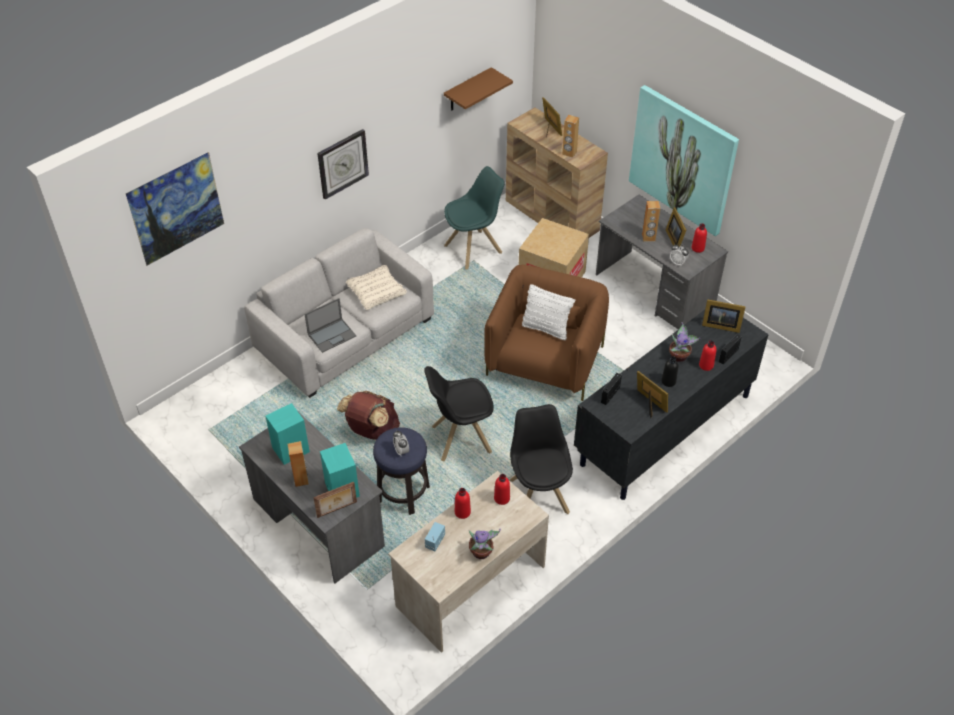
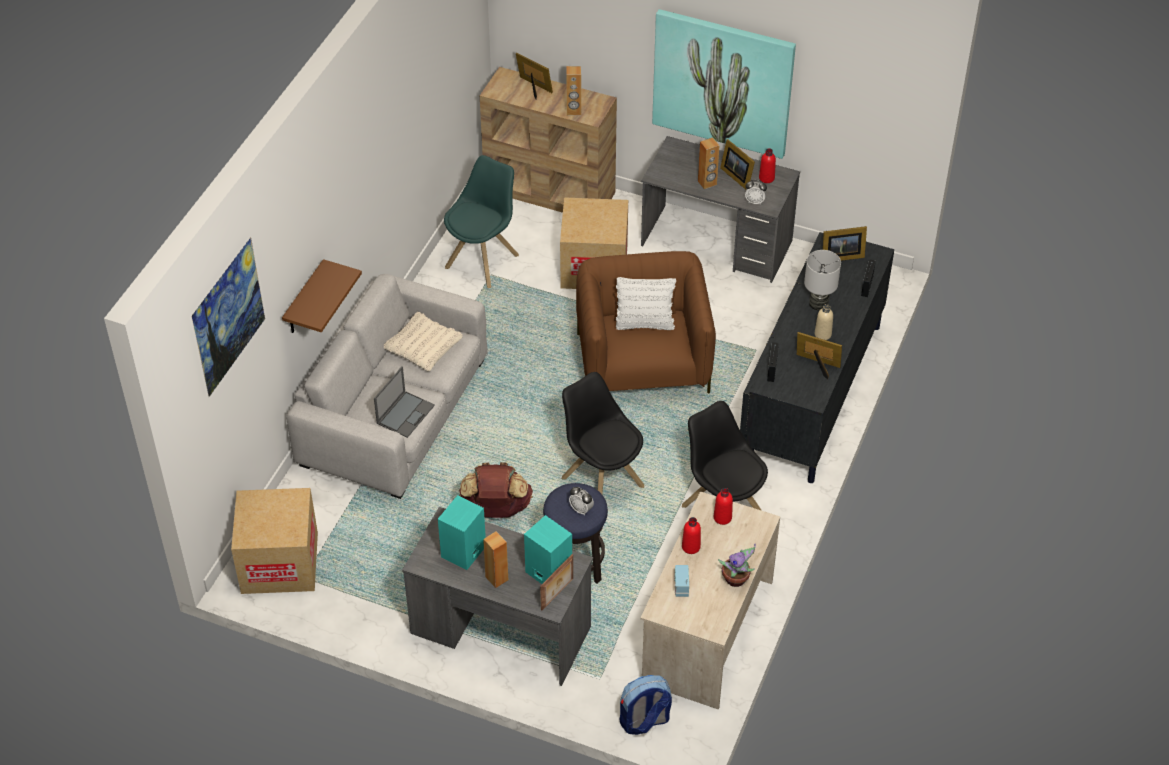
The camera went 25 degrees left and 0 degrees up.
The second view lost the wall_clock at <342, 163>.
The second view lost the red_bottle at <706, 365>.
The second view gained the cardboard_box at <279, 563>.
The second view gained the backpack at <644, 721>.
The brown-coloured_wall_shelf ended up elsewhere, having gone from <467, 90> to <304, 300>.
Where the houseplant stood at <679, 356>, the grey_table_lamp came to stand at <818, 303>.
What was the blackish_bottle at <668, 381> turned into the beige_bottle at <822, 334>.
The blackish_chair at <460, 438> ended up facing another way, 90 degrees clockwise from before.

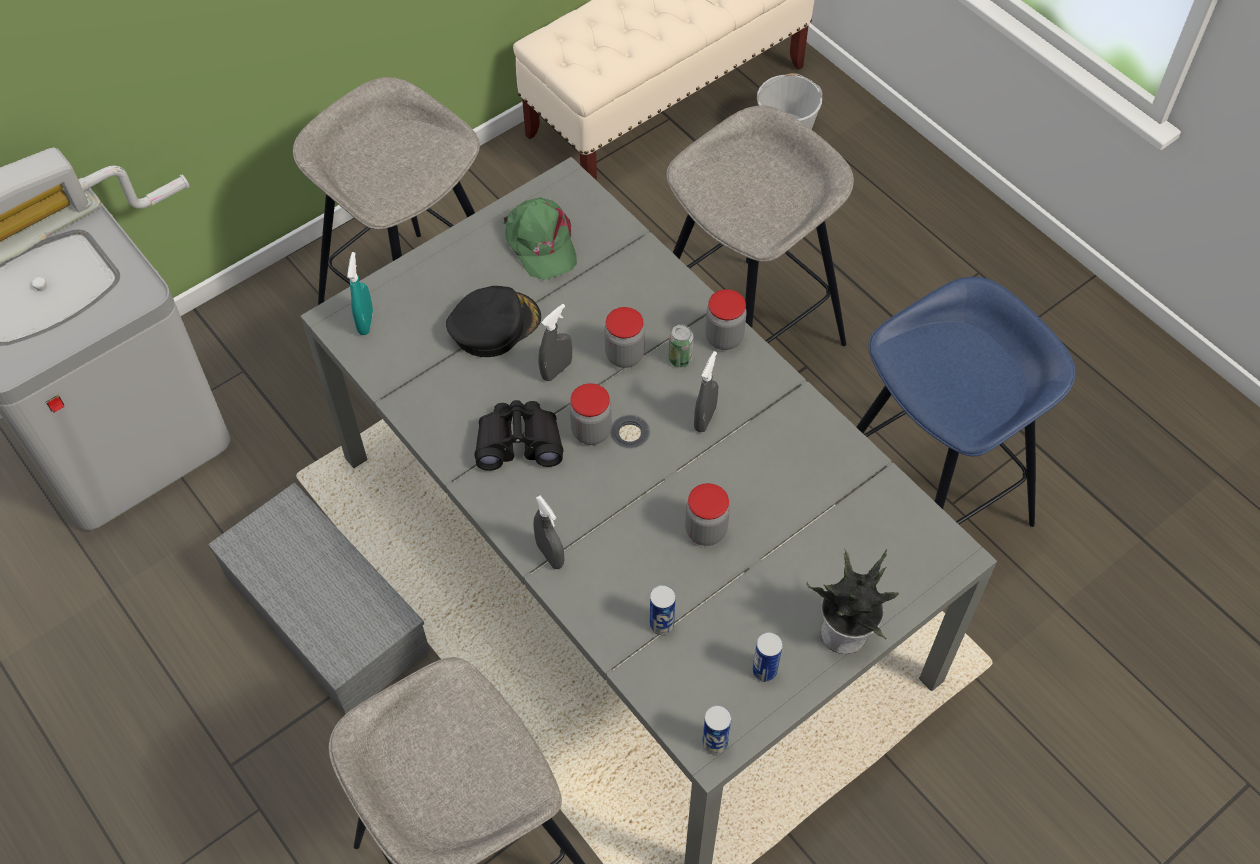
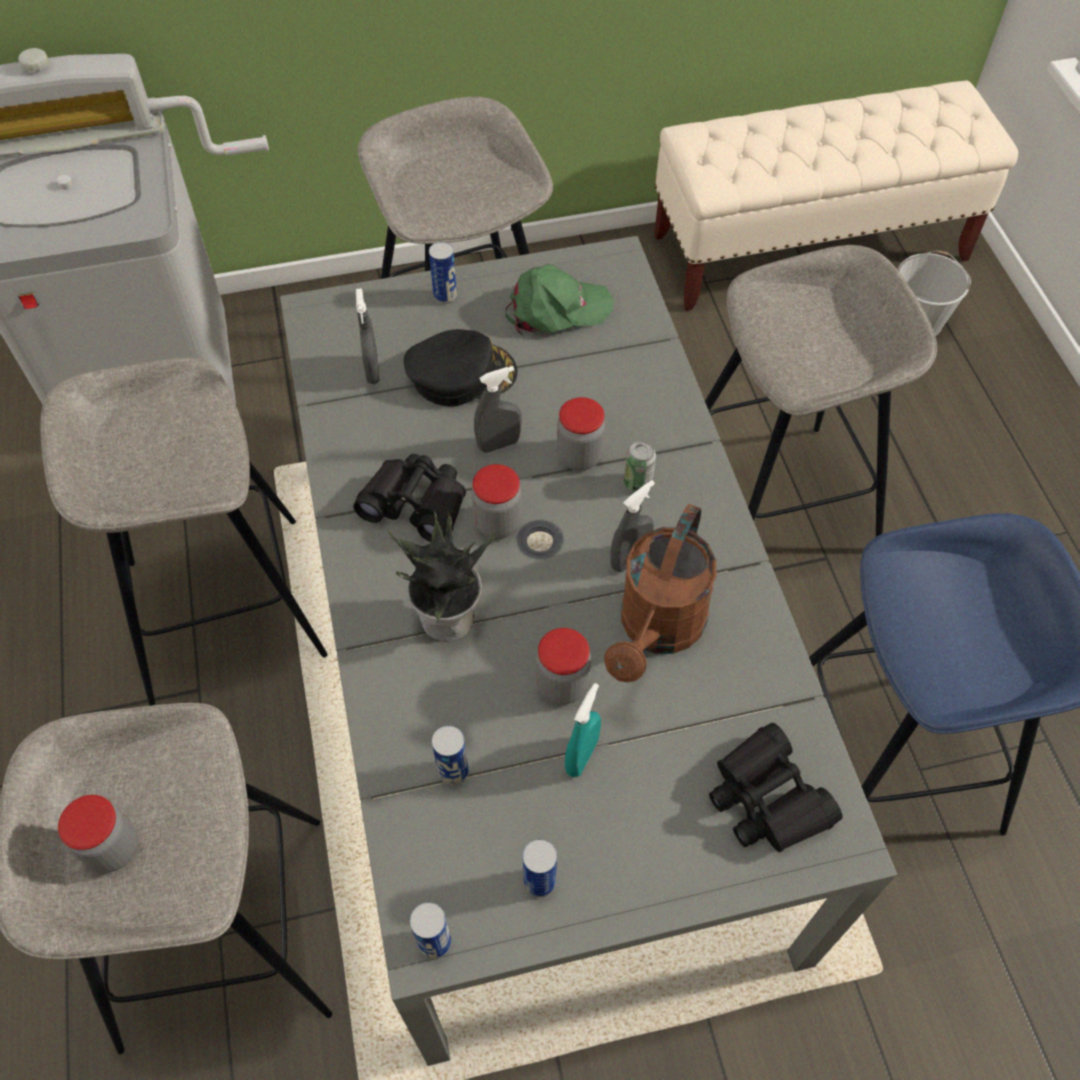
The camera went 25 degrees right and 0 degrees up.
The second view gained the can at <445, 296>.
The second view gained the brown-coloured_sprinkling_can at <657, 630>.
The second view gained the blackish_field_glasses at <767, 798>.
The turquoise_spray_bottle ended up elsewhere, having gone from <365, 322> to <581, 756>.
The grey_spray_bottle ended up elsewhere, having gone from <550, 555> to <372, 371>.
The jar ended up elsewhere, having gone from <724, 337> to <113, 848>.
The houseplant ended up elsewhere, having gone from <846, 633> to <449, 620>.
Where the grey_storage_box stood at <322, 612>, the grey_stool came to stand at <225, 608>.
The green-coloured_peaked_cap at <540, 243> ended up facing another way, 105 degrees counterclockwise from before.

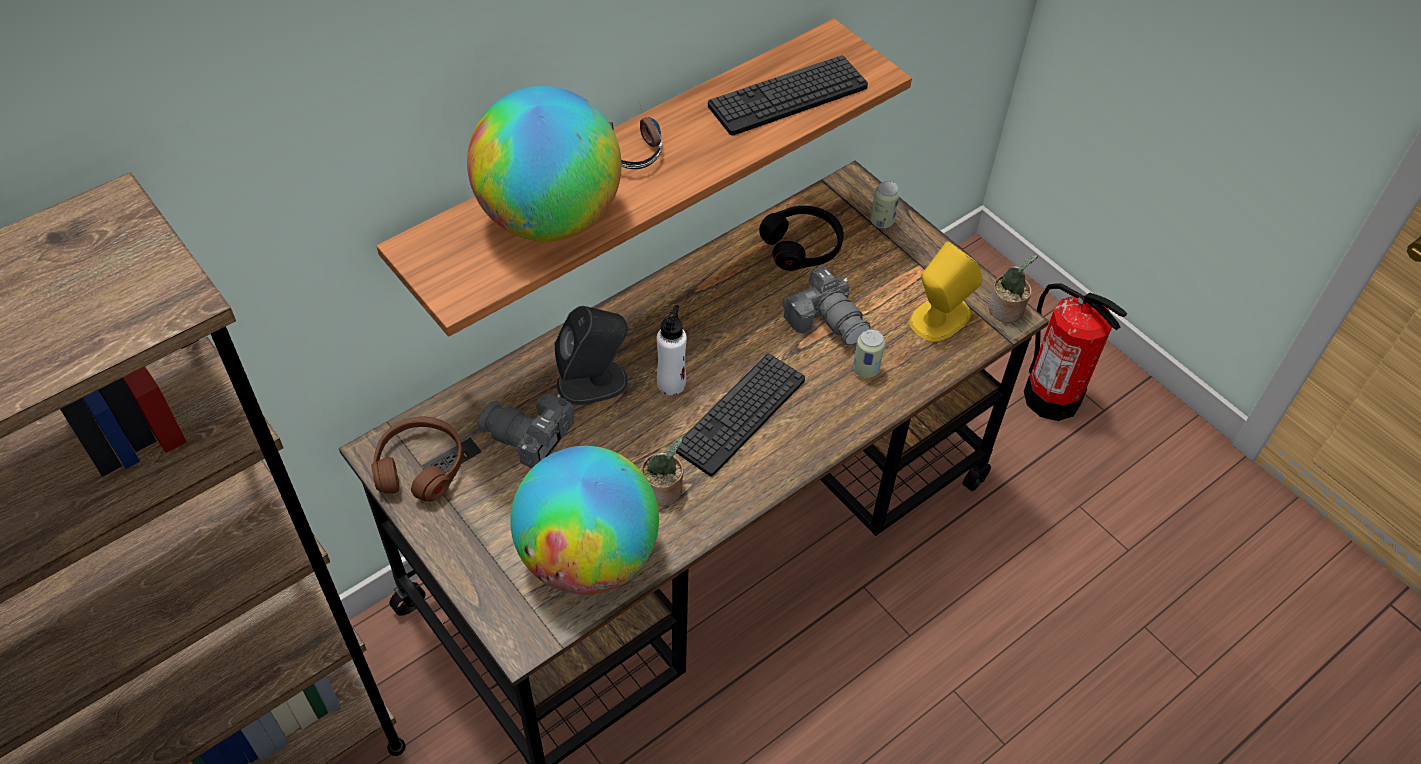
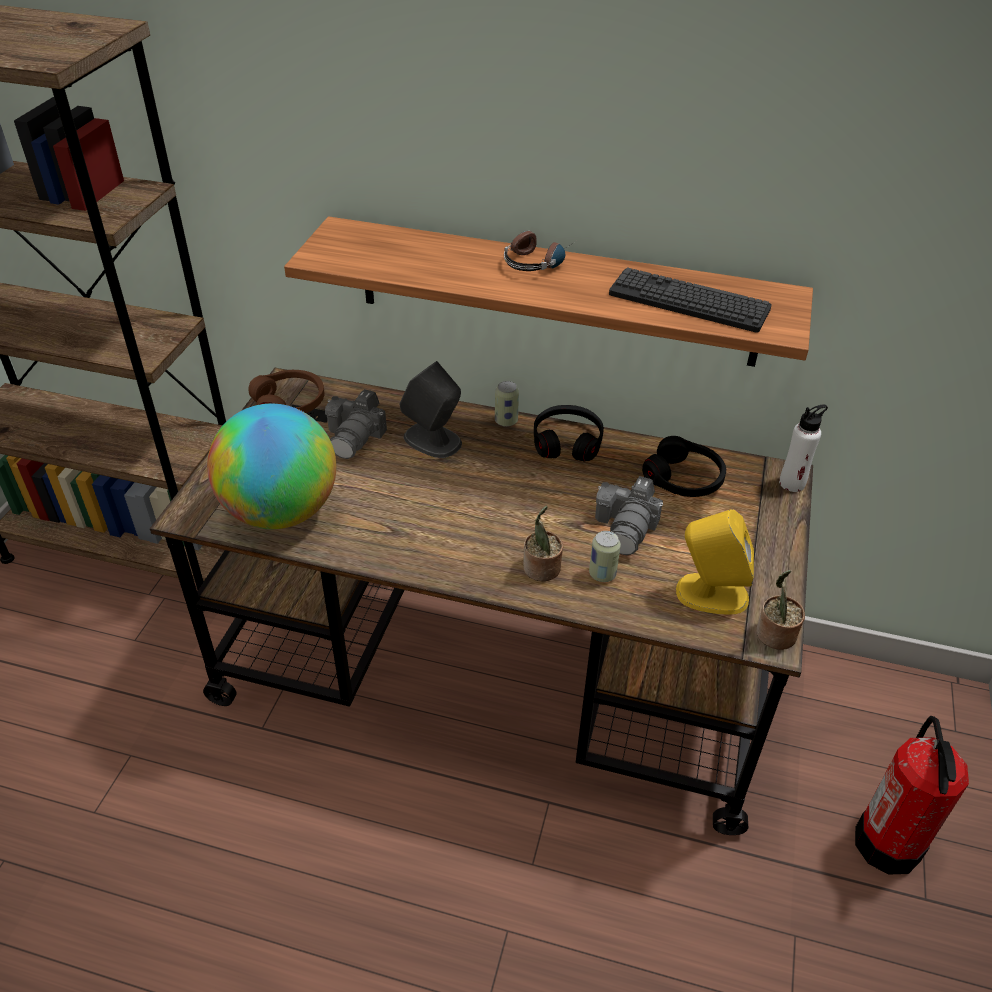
The camera went 55 degrees right and 10 degrees down.
The second view lost the globe at <549, 218>.
The second view lost the computer_keyboard at <740, 414>.
The second view gained the blackish_headset at <567, 441>.
The houseplant ended up elsewhere, having gone from <664, 491> to <541, 569>.
The white-coloured_bottle ended up elsewhere, having gone from <671, 383> to <792, 483>.
The can ended up elsewhere, having gone from <882, 221> to <506, 421>.
The photo_camera at <530, 439> ended up facing another way, 150 degrees counterclockwise from before.

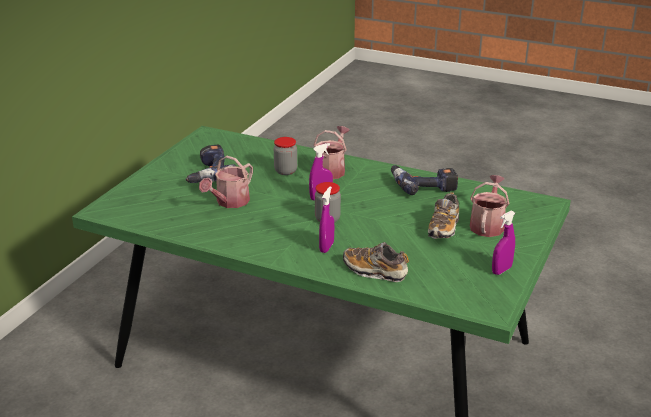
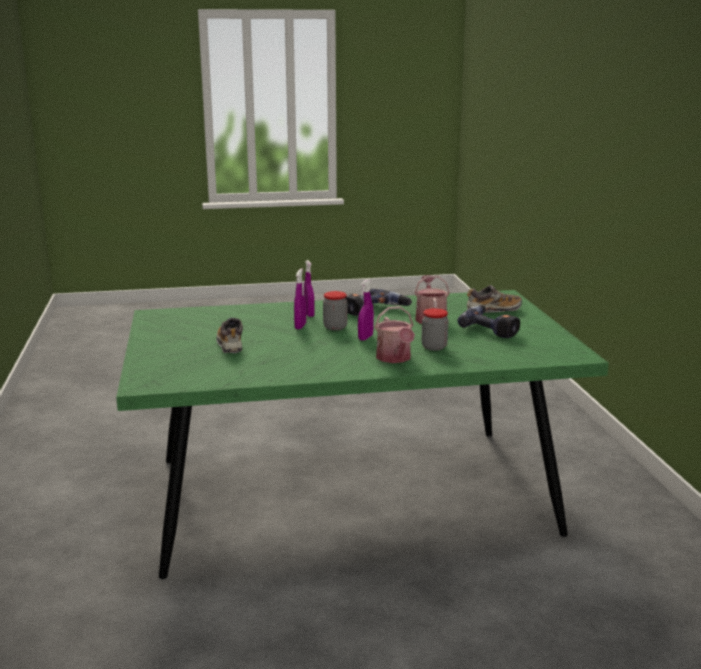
The camera went 145 degrees right and 10 degrees down.
The second view lost the sprinkling_can at <487, 225>.
The item_of_footwear ended up elsewhere, having gone from <375, 271> to <493, 310>.
The drill ended up elsewhere, having gone from <423, 186> to <376, 311>.
The purple-coloured_spray_bottle ended up elsewhere, having gone from <501, 270> to <300, 326>.

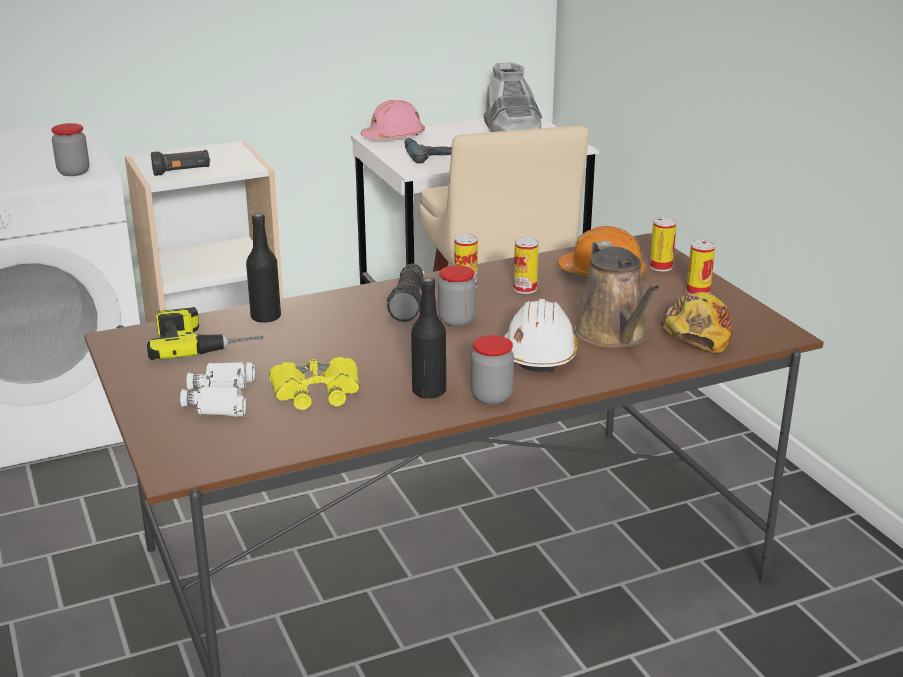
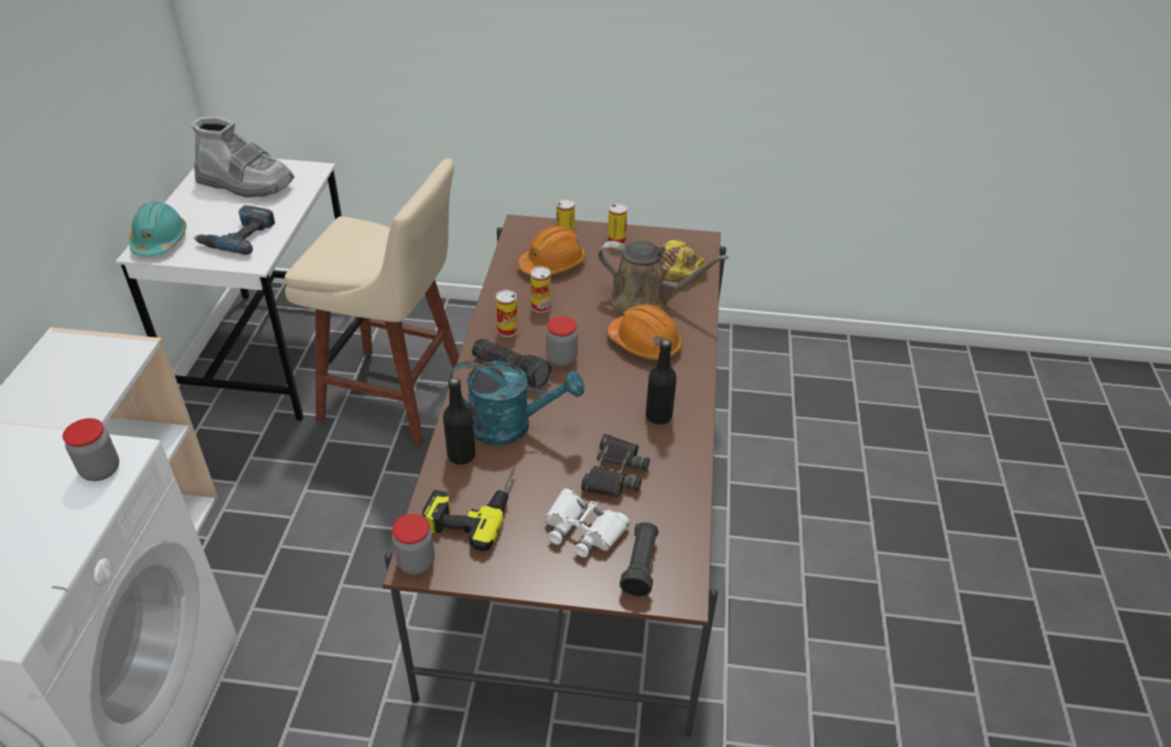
The camera went 60 degrees left and 15 degrees up.
The second view gained the turquoise_sprinkling_can at <511, 426>.
The blackish_hand_torch ended up elsewhere, having gone from <182, 172> to <640, 566>.
The jar ended up elsewhere, having gone from <491, 397> to <416, 562>.
What was the yellow-coloured_field_glasses at <316, 392> turned into the blackish_field_glasses at <614, 472>.
What was the pink_safety_helmet at <393, 137> turned into the turquoise_safety_helmet at <160, 241>.
What was the white-coloured_safety_helmet at <539, 353> turned into the orange-coloured_safety_helmet at <645, 344>.

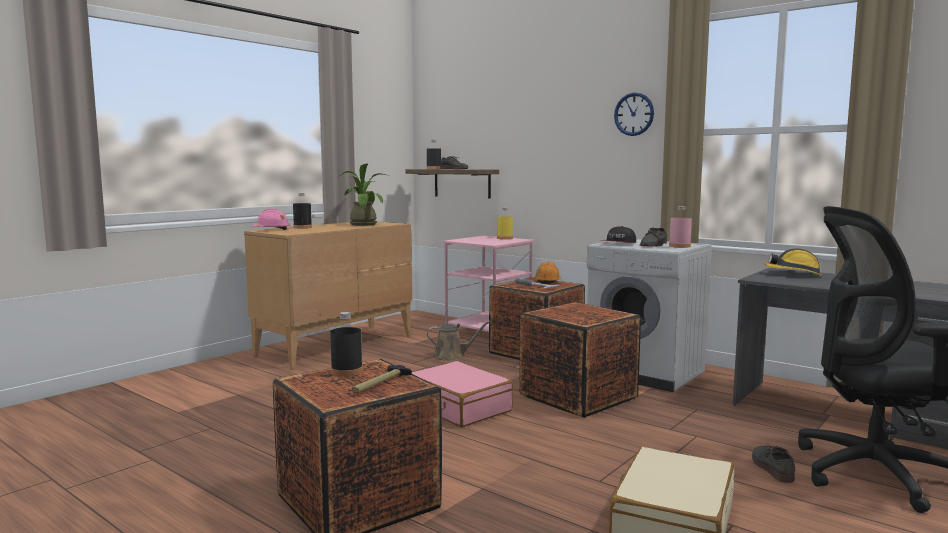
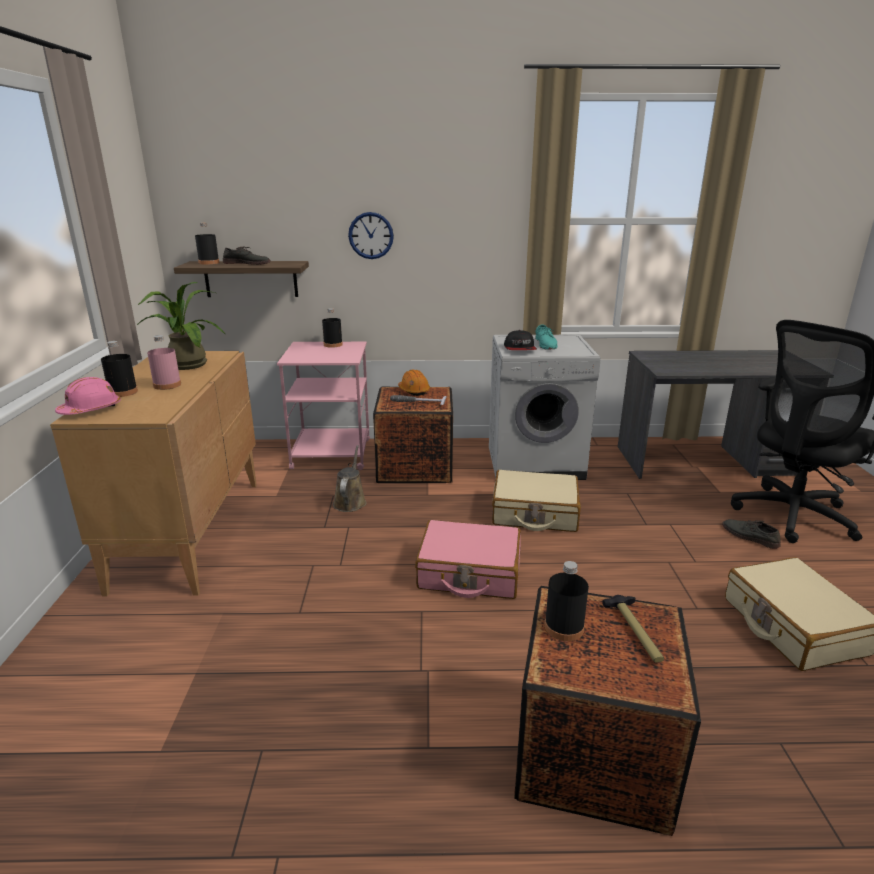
The camera went 40 degrees left and 15 degrees up.
The second view lost the safety_helmet at <793, 274>.
The wall_clock ended up elsewhere, having gone from <634, 114> to <371, 235>.
The pink_bottle ended up elsewhere, having gone from <679, 246> to <167, 385>.
Where the packing_crate stood at <578, 396>, the beige_suitcase came to stand at <534, 513>.
What was the yellow-coloured_bottle at <504, 238> turned into the blackish_bottle at <333, 345>.
What was the grey_item_of_footwear at <654, 244> turned into the turquoise_item_of_footwear at <546, 344>.
The brown-coloured_sprinkling_can at <452, 356> ended up facing another way, 45 degrees counterclockwise from before.

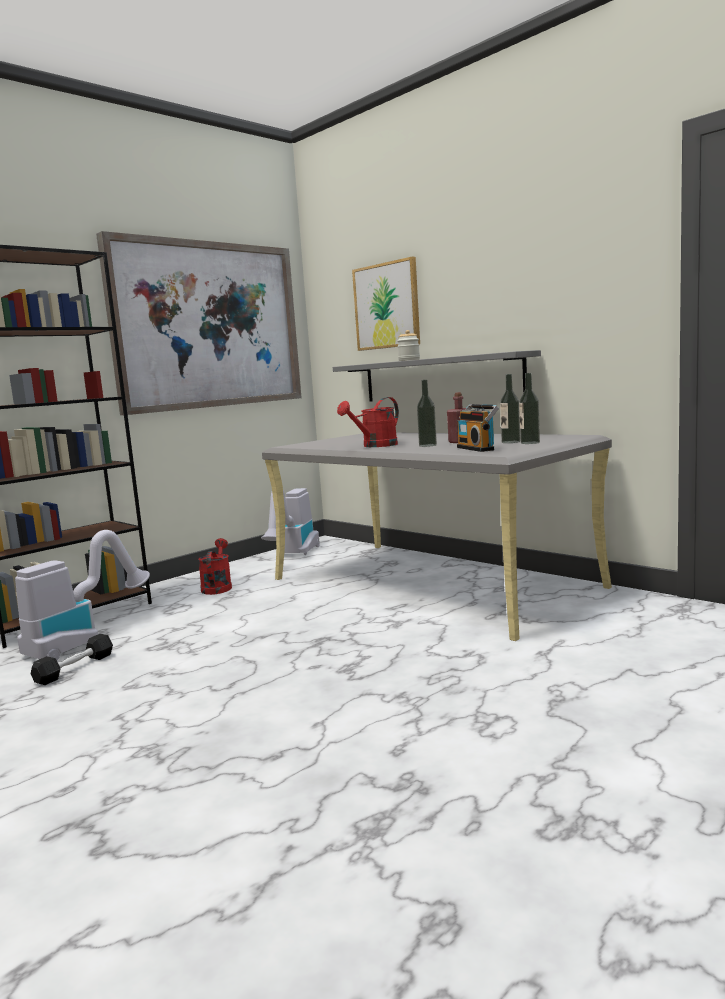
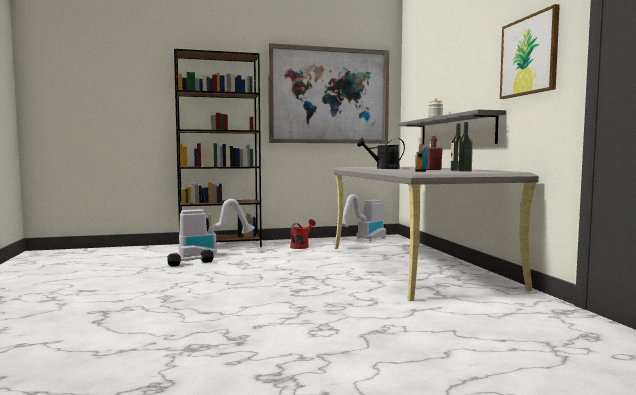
The camera went 30 degrees right and 5 degrees down.
The second view lost the bottle at <427, 445>.
The wall_art ended up elsewhere, having gone from <387, 306> to <529, 56>.
What was the red_sprinkling_can at <375, 446> turned into the blackish_sprinkling_can at <383, 168>.

